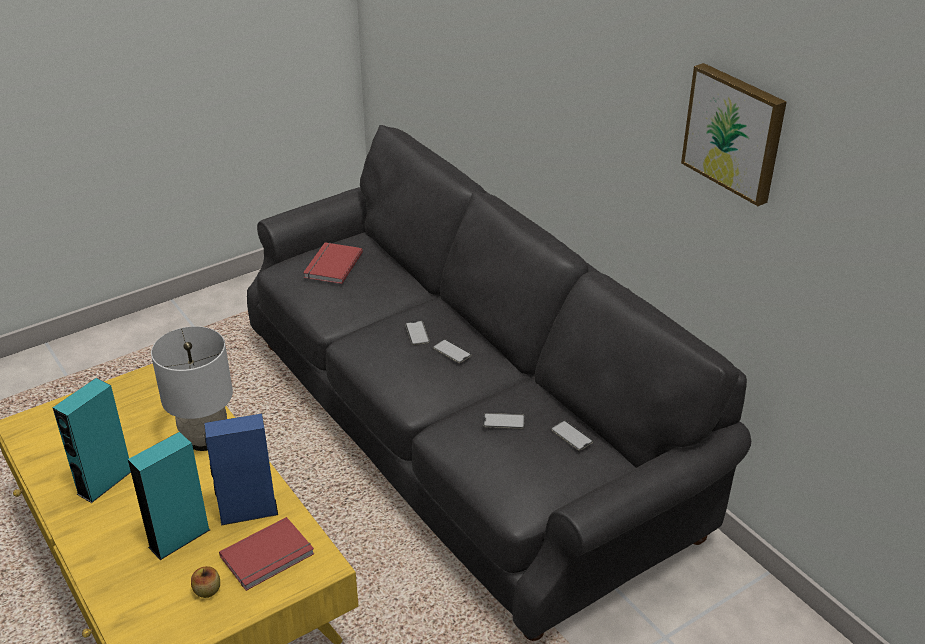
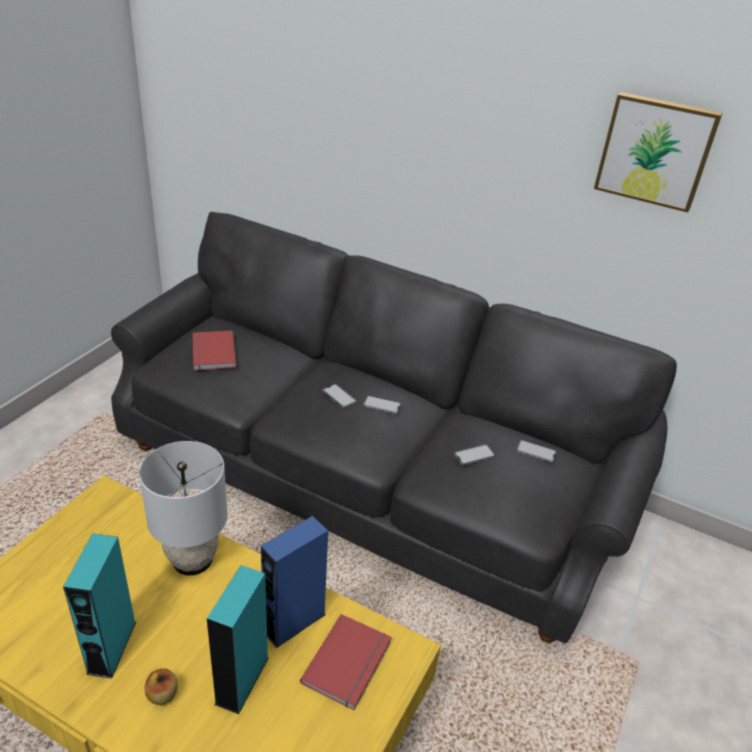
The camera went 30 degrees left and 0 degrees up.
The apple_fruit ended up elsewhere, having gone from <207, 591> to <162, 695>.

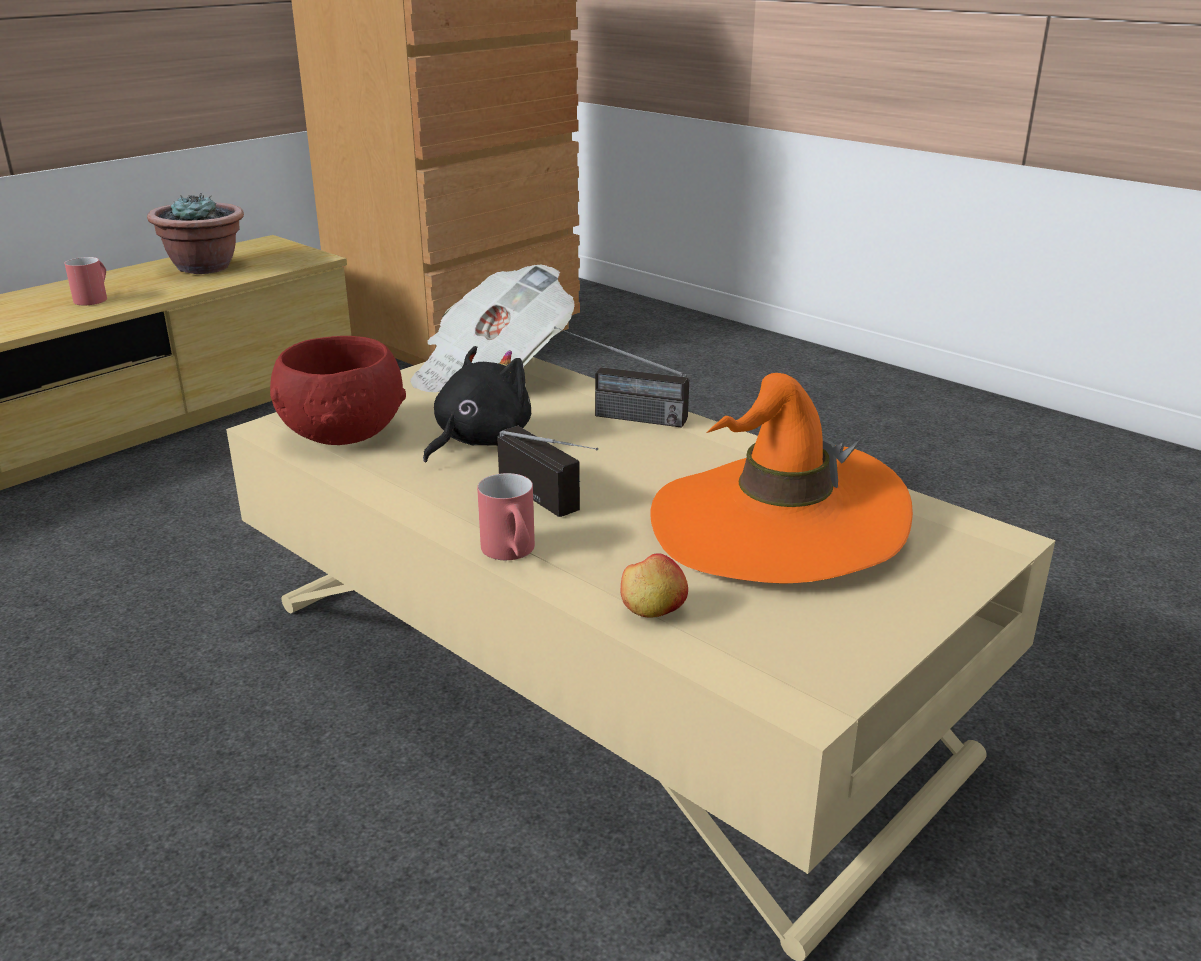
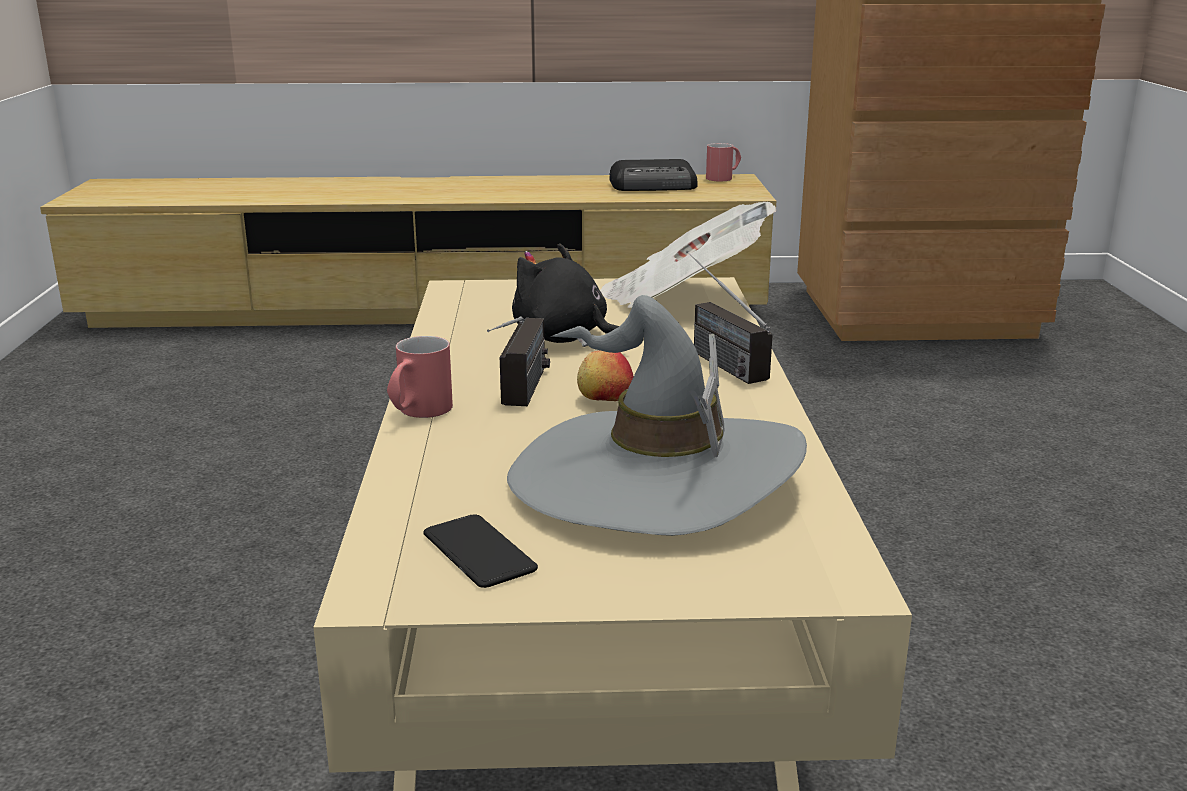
The camera went 45 degrees right and 5 degrees down.
The second view lost the red_bowl at <343, 433>.
The second view gained the handset at <479, 552>.
The red_coffee_mug ended up elsewhere, having gone from <94, 298> to <724, 178>.
The apple_fruit ended up elsewhere, having gone from <653, 610> to <604, 400>.
Where the houseplant stood at <205, 267>, the radio_set came to stand at <655, 186>.
What was the orange-coloured_wearable_hat at <777, 524> turned into the grey_wearable_hat at <654, 479>.
The blackish_plush_toy at <478, 441> ended up facing another way, 135 degrees counterclockwise from before.

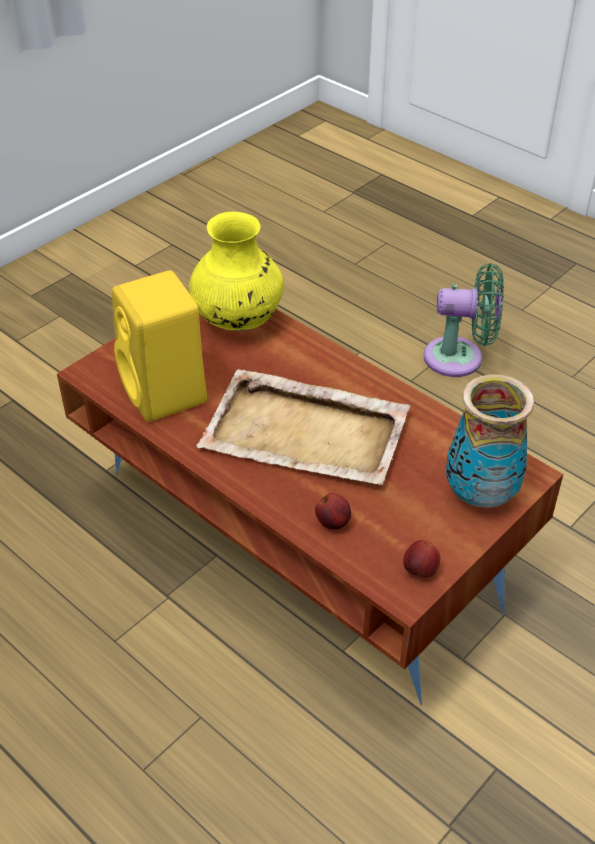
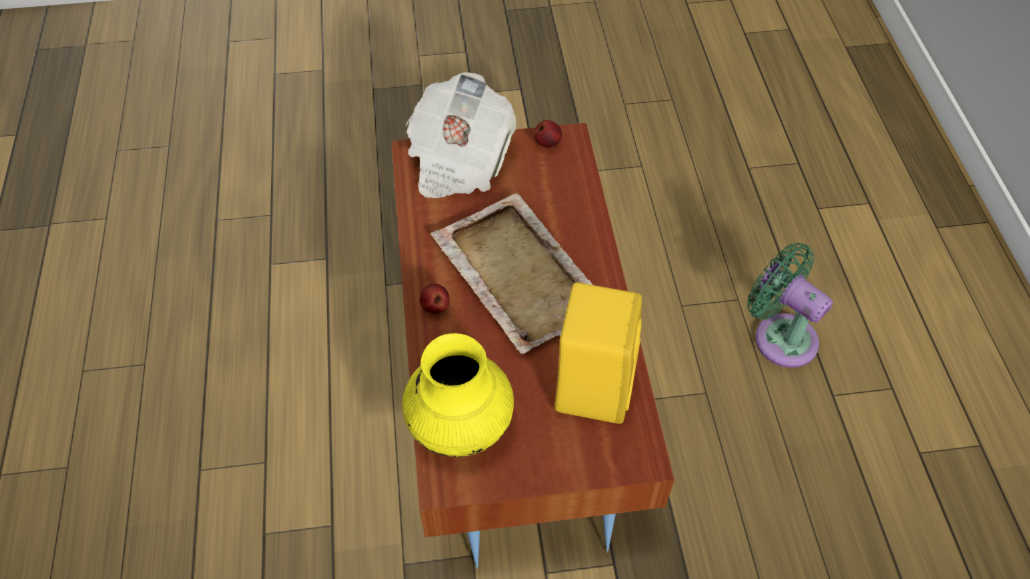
The camera went 140 degrees left and 10 degrees up.
The apple_fruit ended up elsewhere, having gone from <333, 522> to <435, 307>.
The green-coloured_cooling_fan ended up elsewhere, having gone from <460, 358> to <780, 336>.
Where the flower_vase stood at <479, 495>, the newspaper came to stand at <458, 160>.

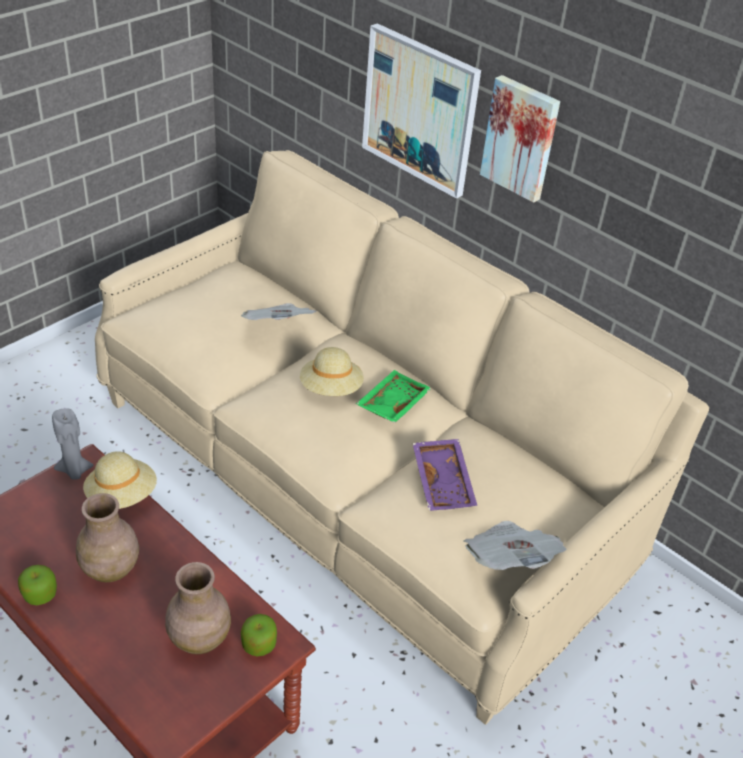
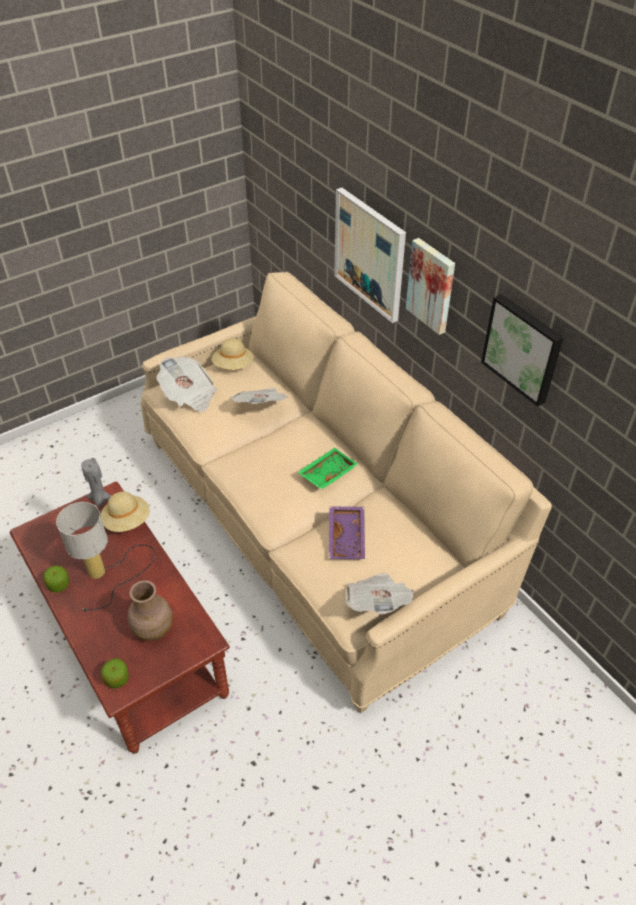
The camera went 15 degrees right and 5 degrees up.
The second view gained the newspaper at <189, 396>.
The second view gained the wall_art at <523, 348>.
The apple_fruit ended up elsewhere, having gone from <259, 644> to <117, 679>.
The beige_wearable_hat ended up elsewhere, having gone from <331, 388> to <233, 365>.
Where the brown-coloured_flower_vase stood at <111, 569>, the table_lamp came to stand at <107, 573>.

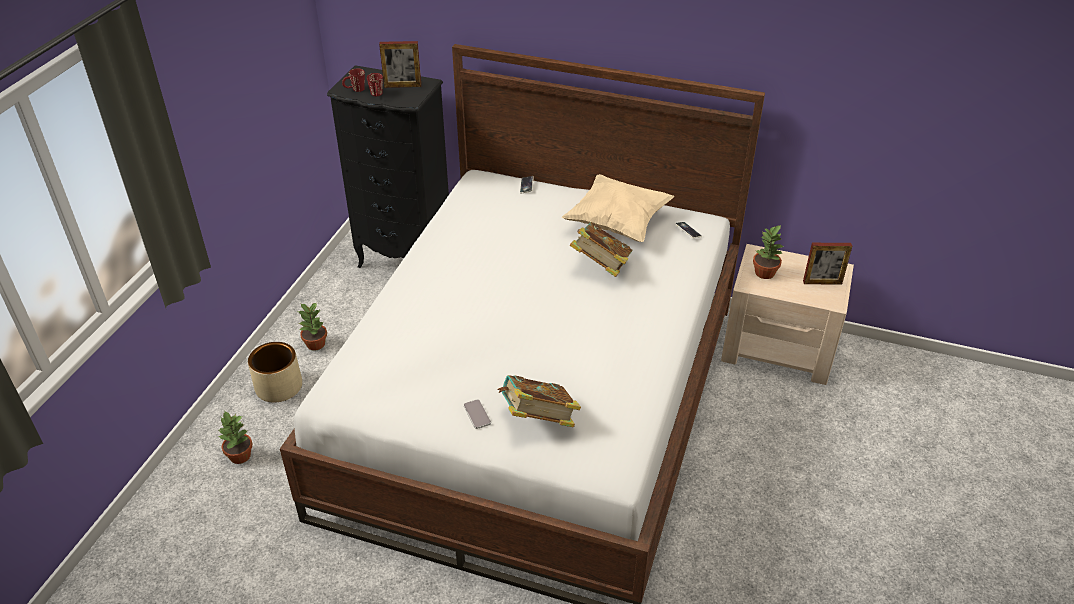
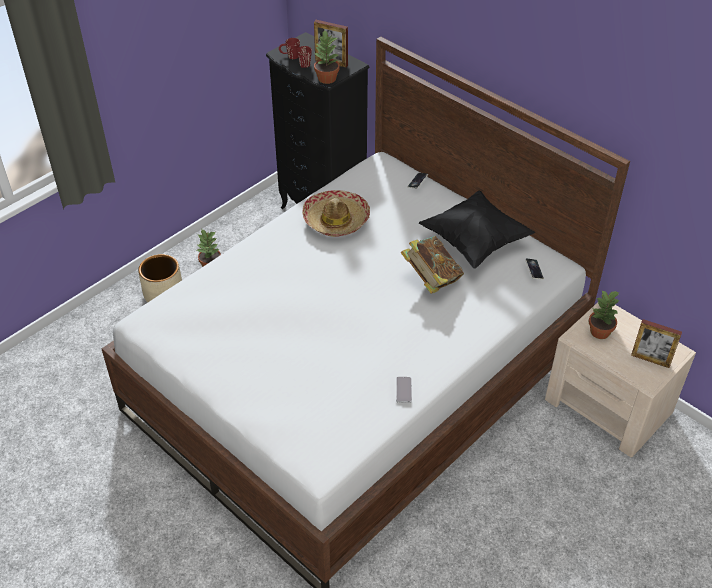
The camera went 25 degrees right and 5 degrees up.
The second view lost the book at <538, 420>.
The second view gained the wearable_hat at <336, 220>.
The houseplant ended up elsewhere, having gone from <240, 456> to <326, 79>.
The handset ended up elsewhere, having gone from <477, 414> to <403, 390>.
What was the beige_throw_pillow at <617, 223> turned into the blackish_throw_pillow at <475, 242>.

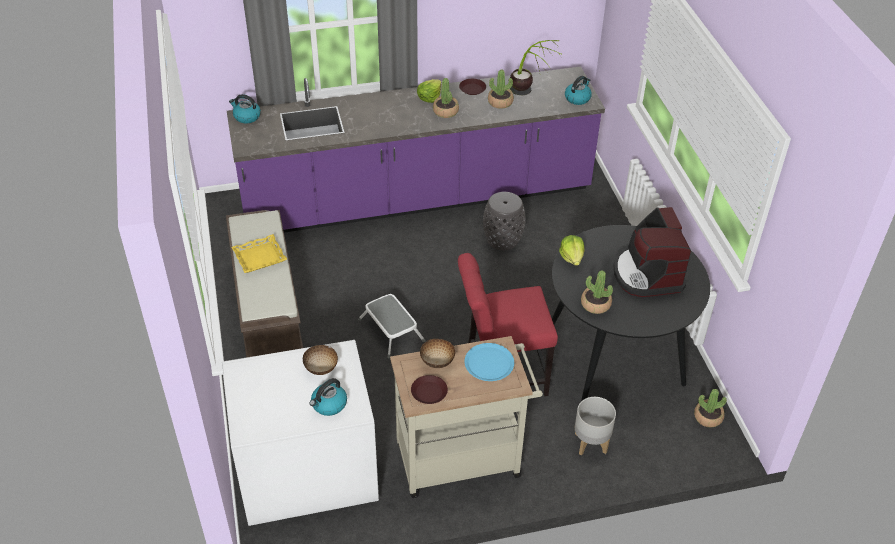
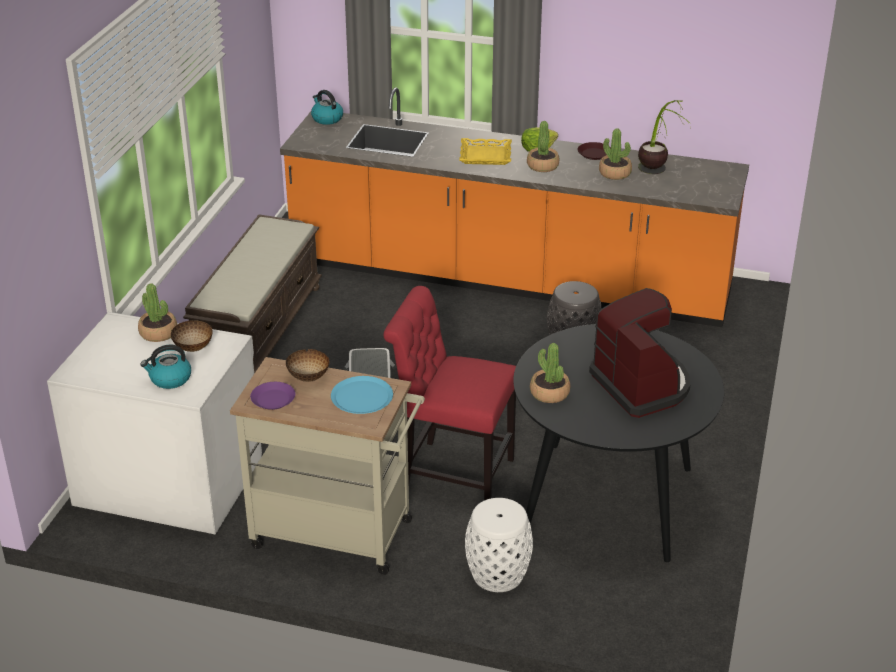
The camera went 30 degrees right and 10 degrees down.
The second view lost the lettuce_head at <572, 257>.
The second view lost the tea_kettle at <577, 98>.
The yellow-coloured_carrying_tray ended up elsewhere, having gone from <259, 257> to <485, 156>.
The houseplant ended up elsewhere, having gone from <708, 417> to <158, 333>.
Where the grey_plant_pot stood at <591, 443>, the white-coloured_stool came to stand at <497, 575>.
What was the purple-coloured_counter at <417, 199> turned into the orange-coloured_counter at <508, 280>.
What was the brown-coloured_plate at <428, 392> turned into the purple-coloured_plate at <272, 399>.
The coffee_maker at <647, 274> ended up facing another way, 135 degrees clockwise from before.

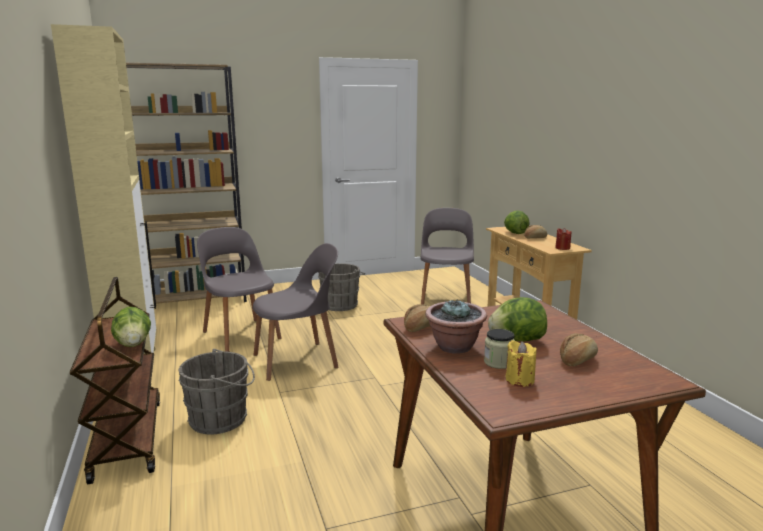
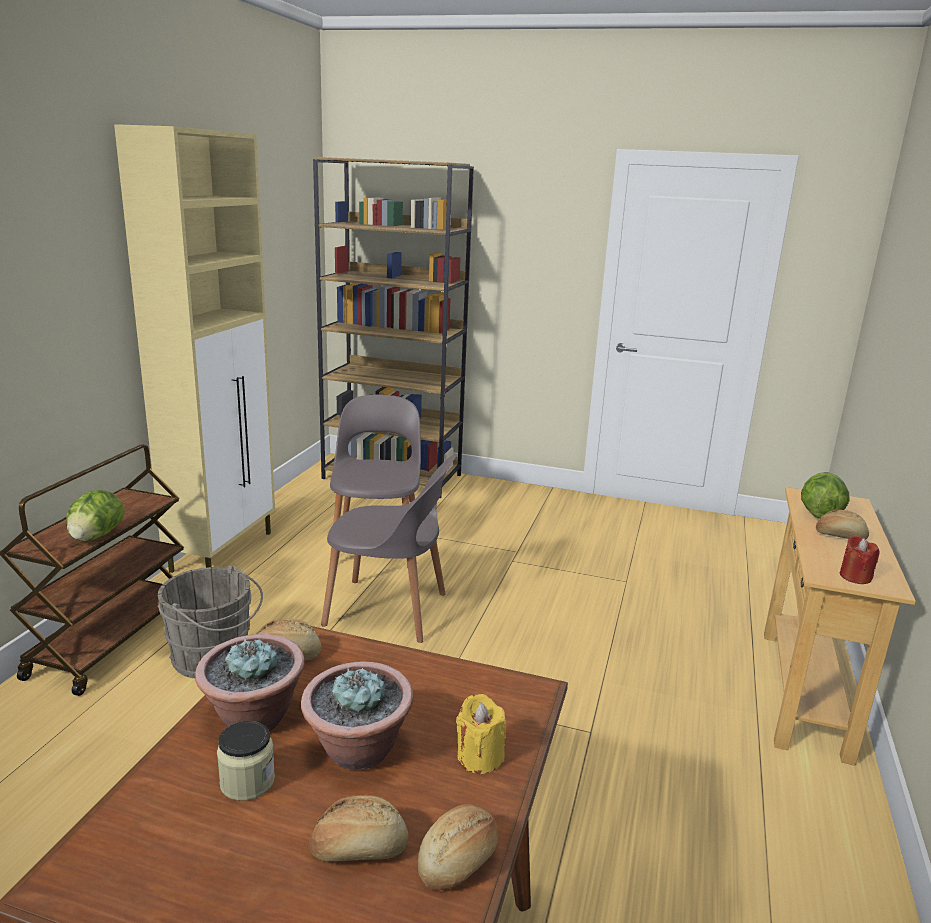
The camera went 35 degrees right and 5 degrees up.
The second view lost the grey_bucket at <341, 304>.
The second view lost the grey_chair at <445, 299>.
The second view gained the bakery_bread at <460, 861>.
The yellow-coloured_candle ended up elsewhere, having gone from <519, 380> to <479, 757>.
Where the lettuce_head stood at <517, 340>, the houseplant came to stand at <358, 750>.

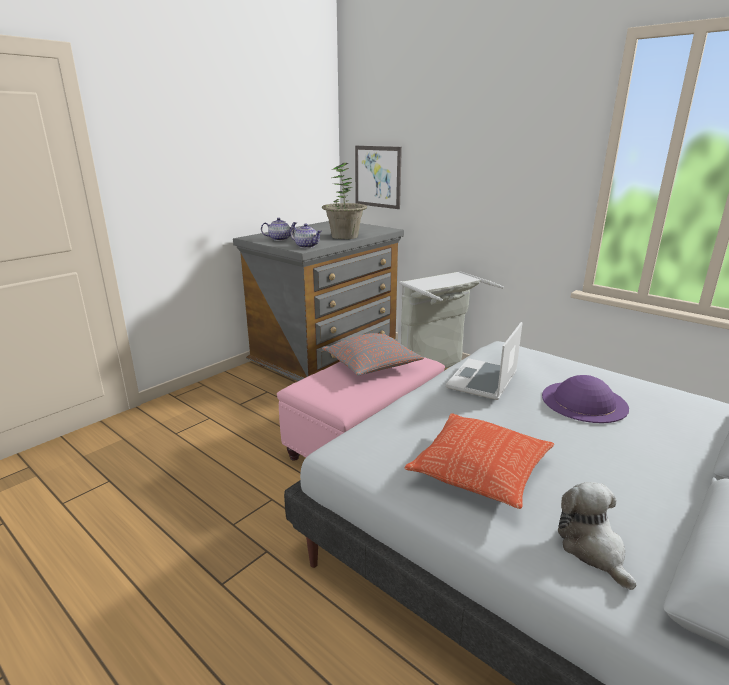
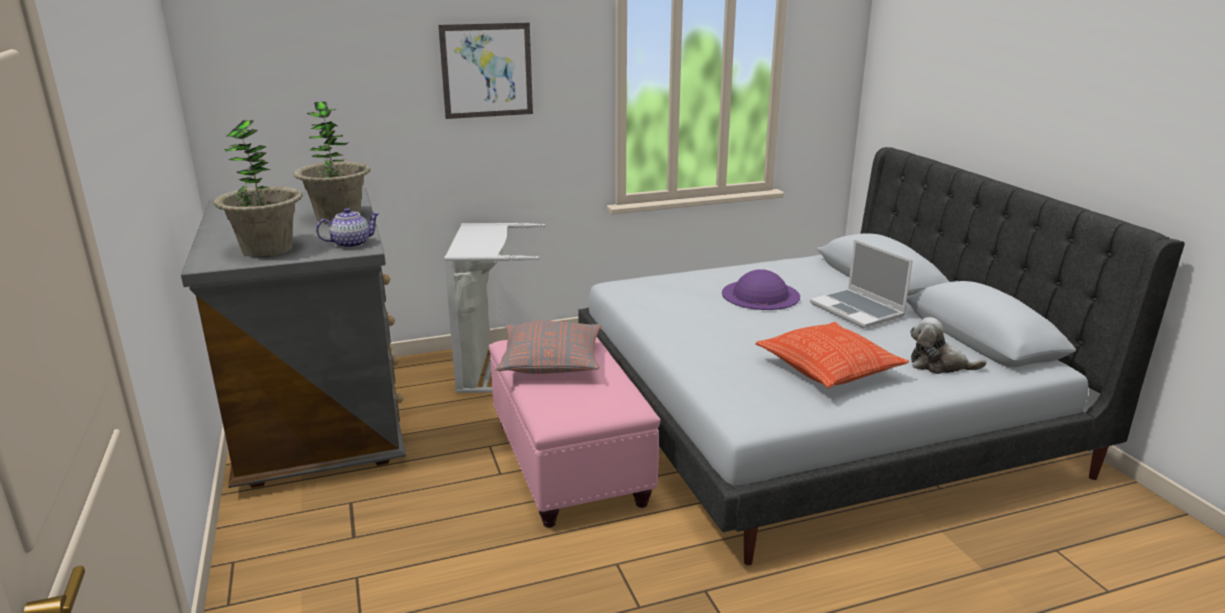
The camera went 60 degrees left and 0 degrees up.
The wall_art ended up elsewhere, having gone from <377, 176> to <487, 70>.
The portable_computer ended up elsewhere, having gone from <483, 381> to <858, 310>.
Where the teapot stood at <279, 239>, the houseplant came to stand at <267, 249>.

